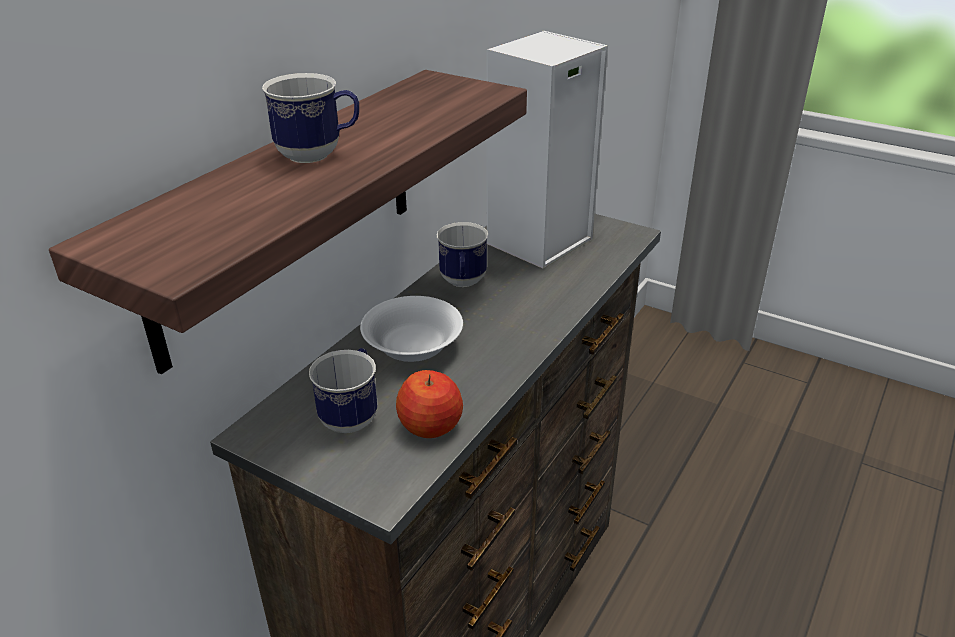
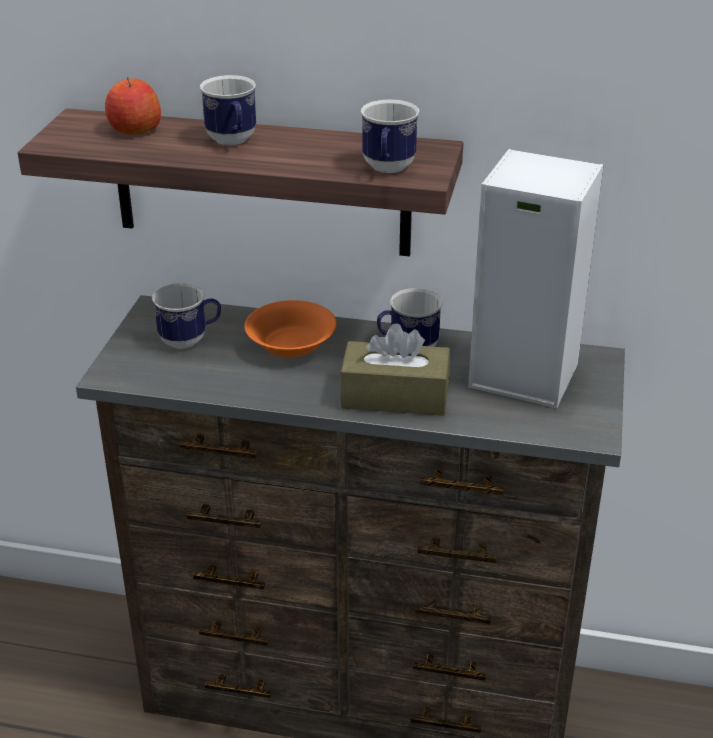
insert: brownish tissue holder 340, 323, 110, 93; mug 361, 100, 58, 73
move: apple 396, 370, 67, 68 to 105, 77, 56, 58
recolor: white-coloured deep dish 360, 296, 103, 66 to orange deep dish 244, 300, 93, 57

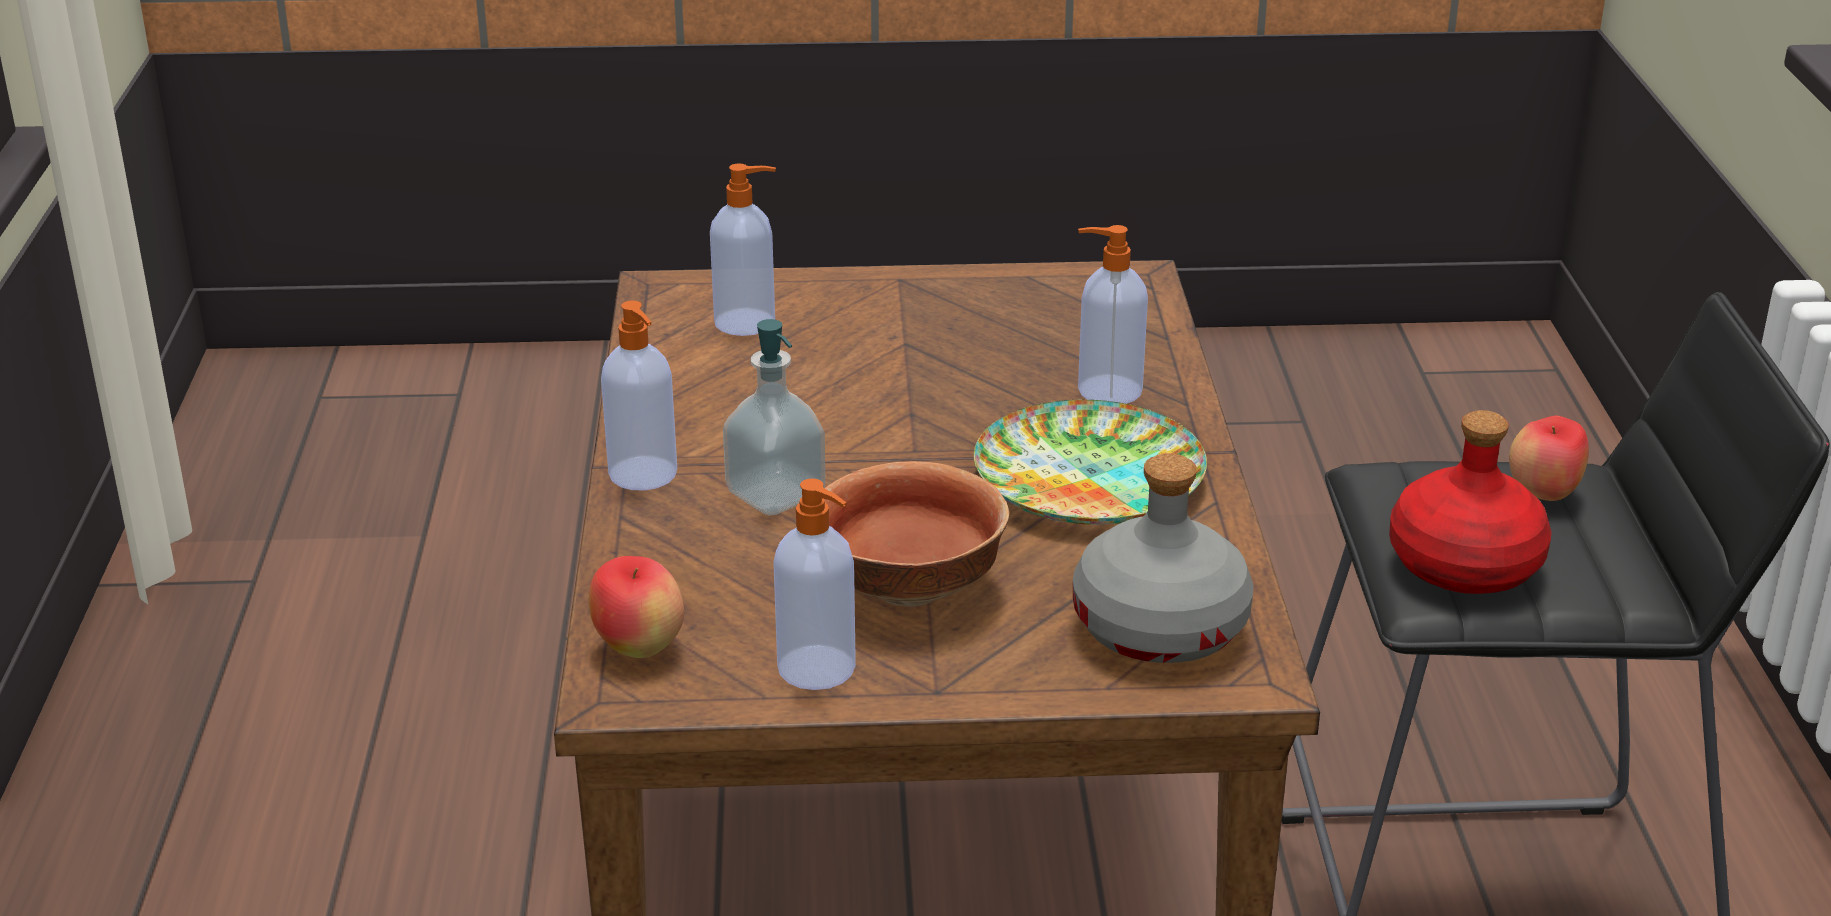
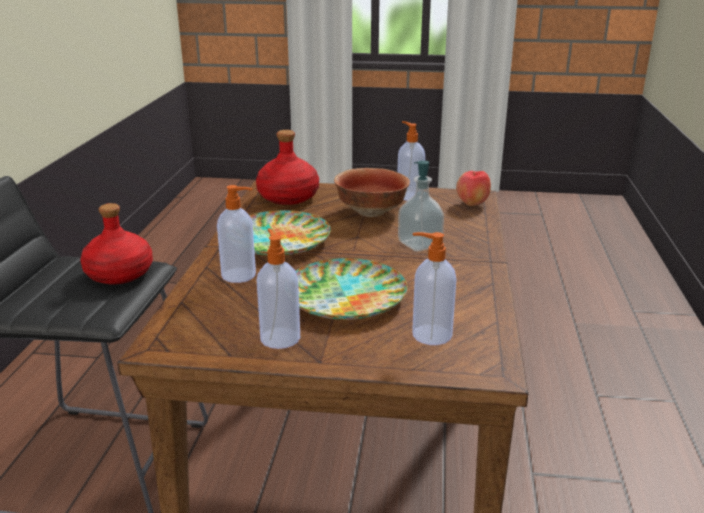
delete: apple 1509, 416, 80, 85
insert: plate 296, 258, 111, 62
move: soap dispenser 601, 301, 76, 190 to 256, 228, 44, 121
recolor: gray bottle 1073, 453, 180, 210 to reddish bottle 256, 130, 63, 75

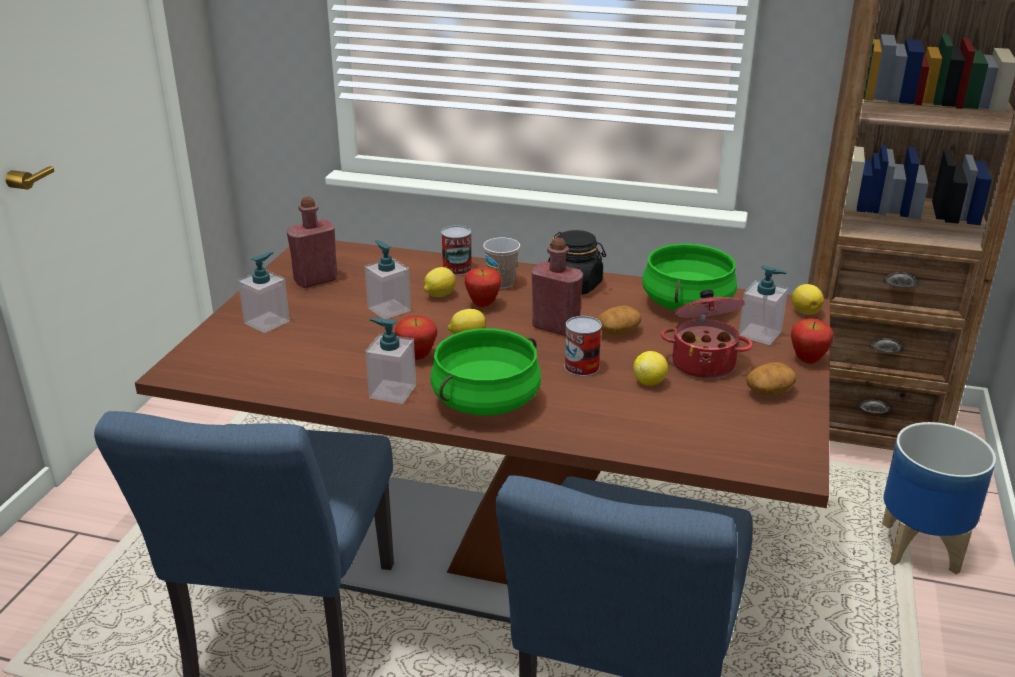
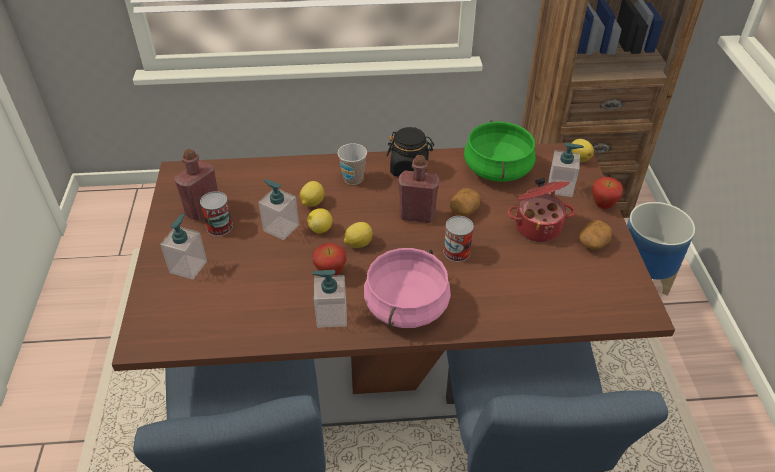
delete: apple 465, 267, 36, 40
move: metal can 441, 226, 31, 50 to 200, 191, 33, 45; lemon 633, 351, 35, 35 to 307, 208, 25, 25
recolor: green-coloured cooking pot 430, 328, 111, 88 to pinkish cooking pot 364, 248, 87, 80

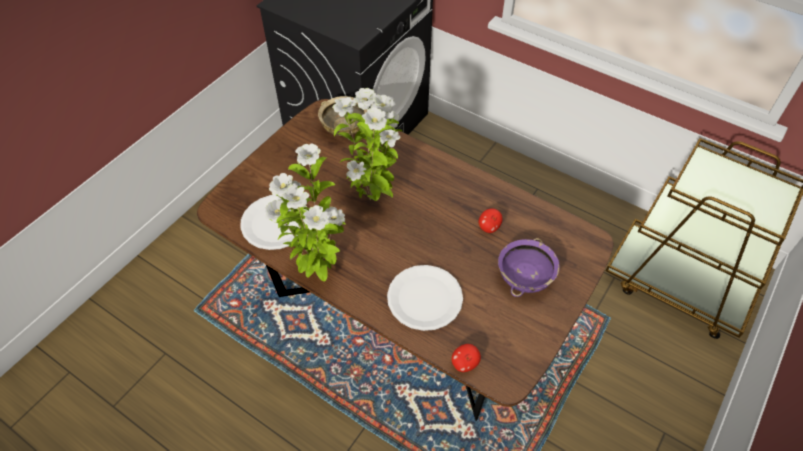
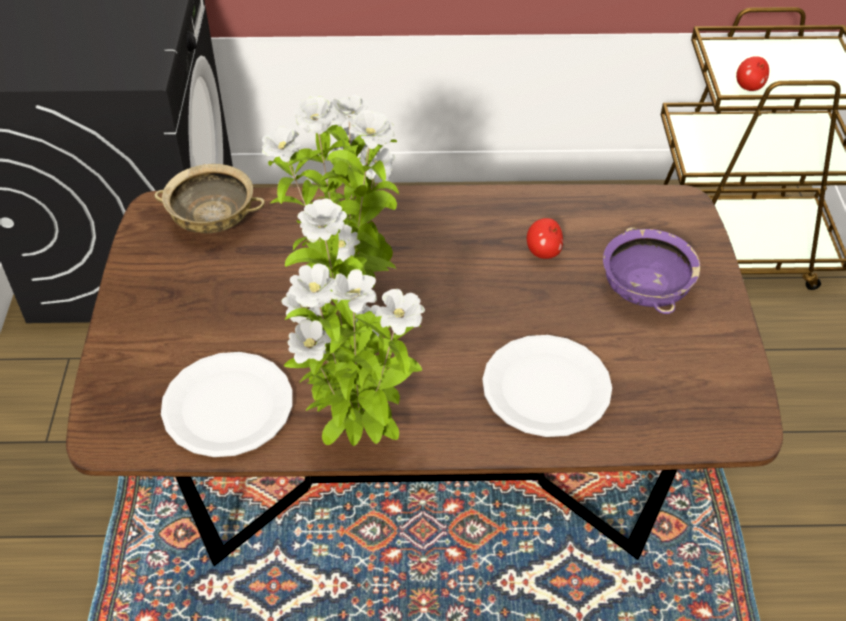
move: apple 451, 344, 30, 28 to 736, 56, 33, 35

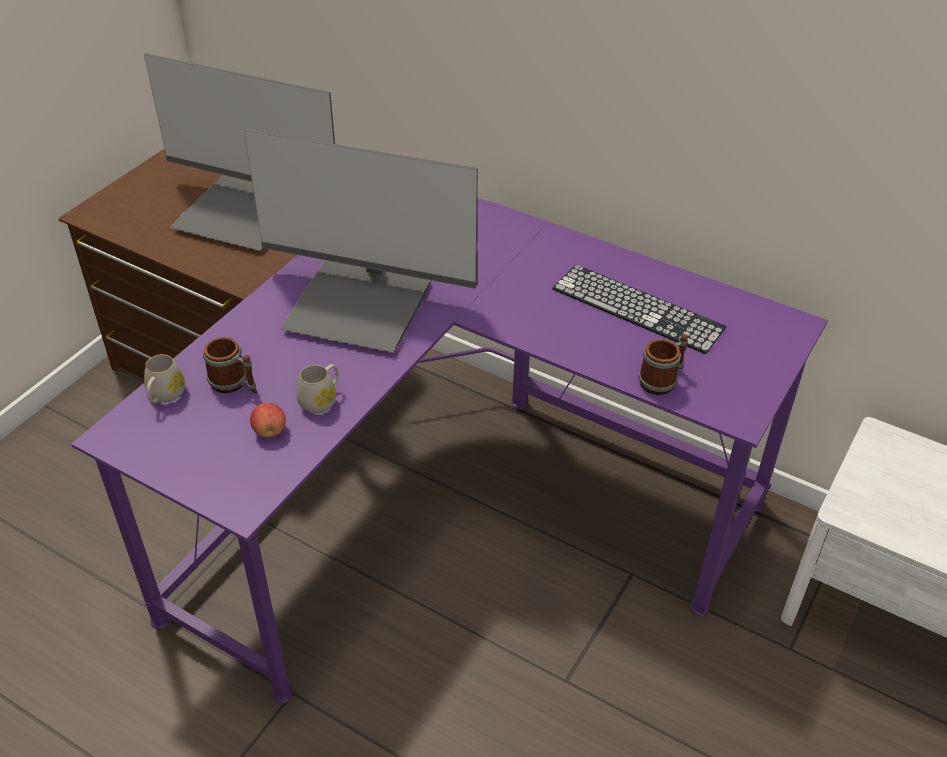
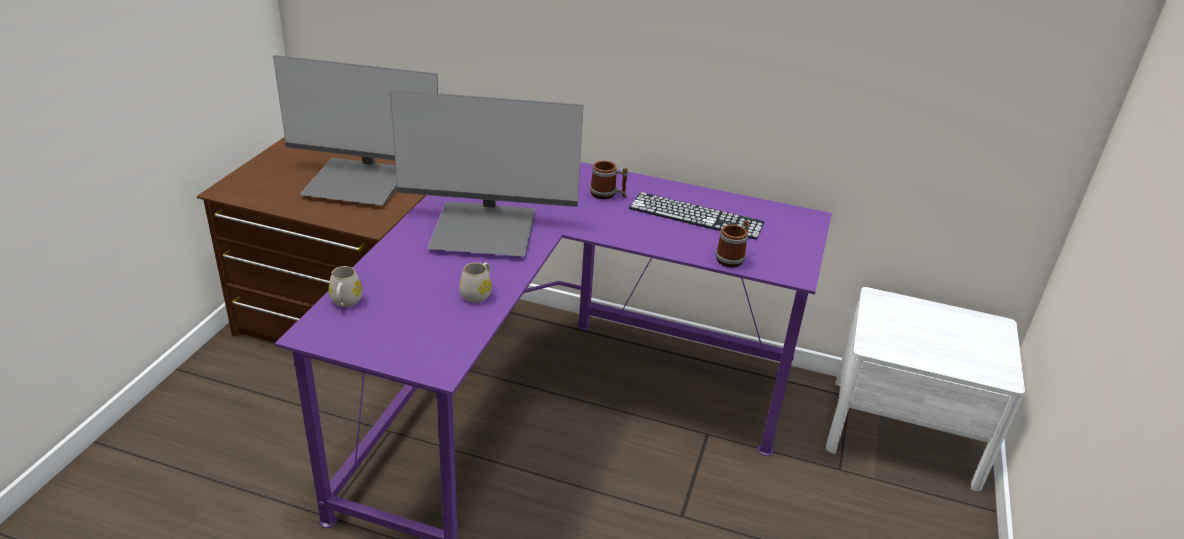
delete: apple 250, 403, 36, 35
move: mug 203, 337, 54, 56 to 590, 161, 38, 38

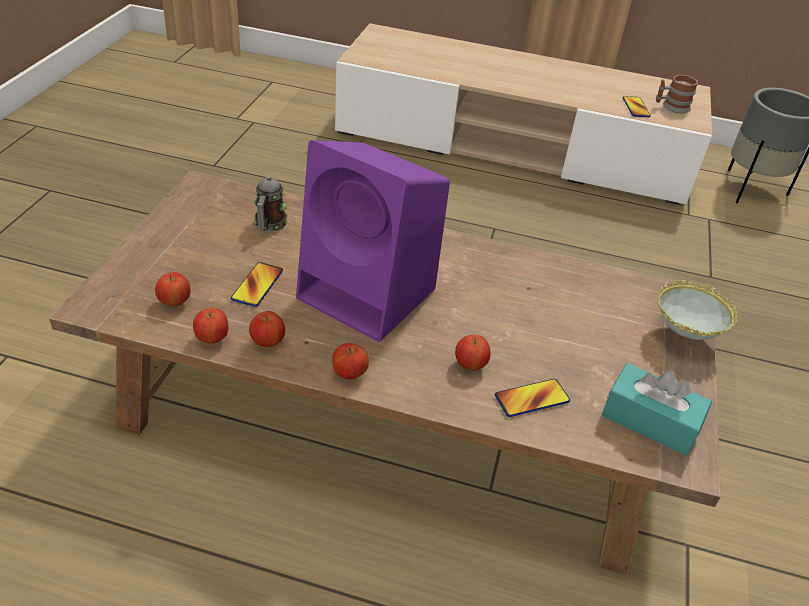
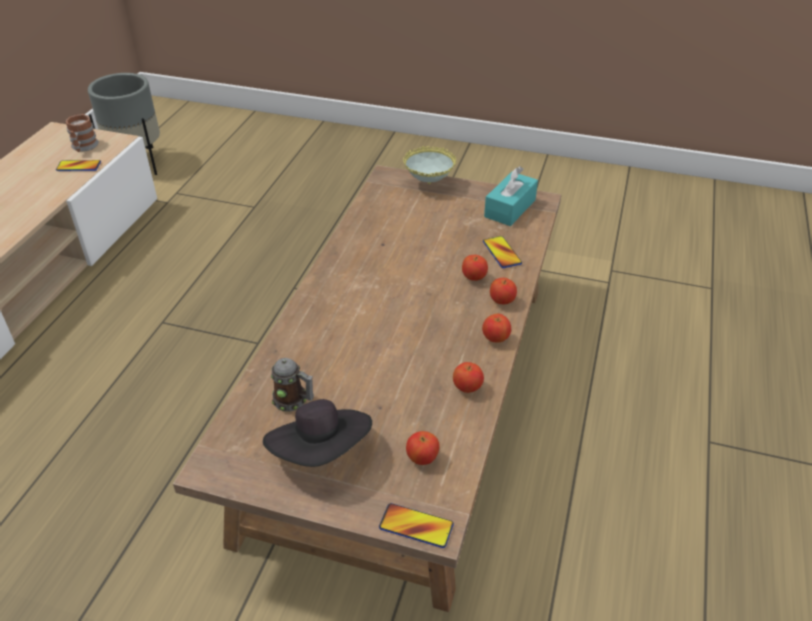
delete: purple-coloured loudspeaker 296, 140, 154, 202
insert: black-coloured hat 263, 399, 109, 68
move: apple 193, 308, 35, 36 to 490, 278, 27, 26; telephone 231, 262, 52, 45 to 379, 503, 75, 45

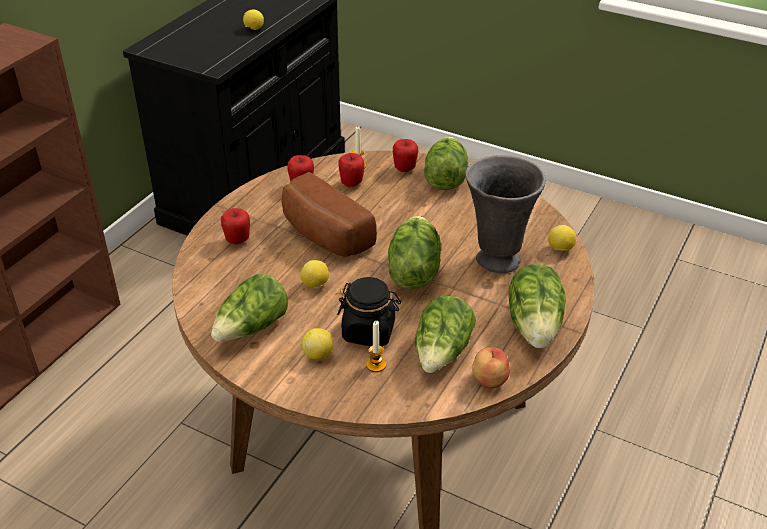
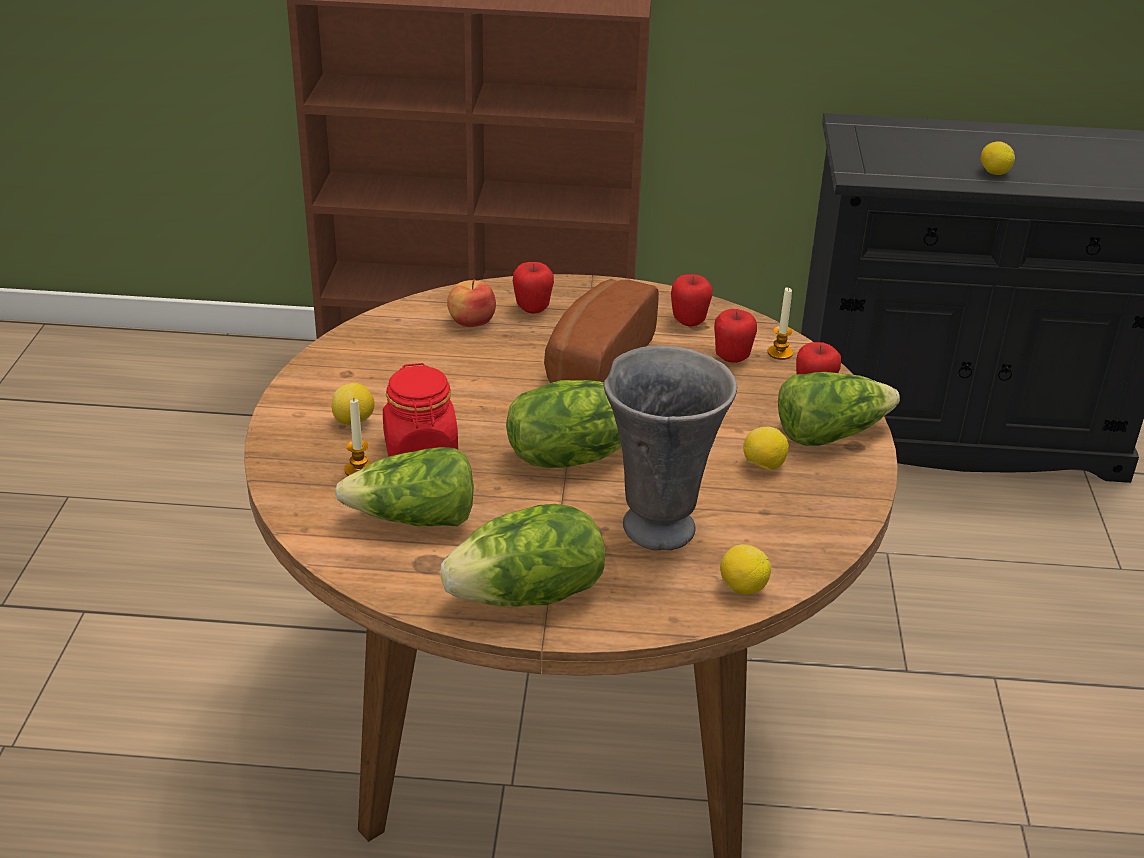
delete: head of lettuce 211, 274, 77, 68
move: lemon 300, 260, 29, 28 to 743, 427, 46, 43; apple 472, 347, 38, 42 to 447, 280, 49, 47
recolor: black-coloured jar 337, 277, 64, 70 to reddish jar 383, 363, 75, 94

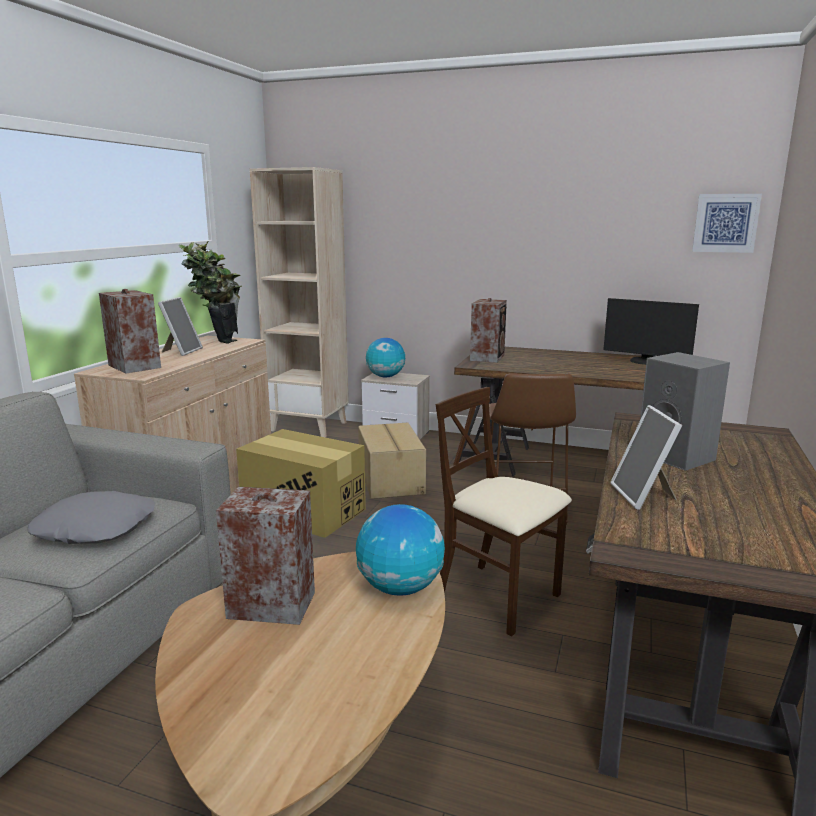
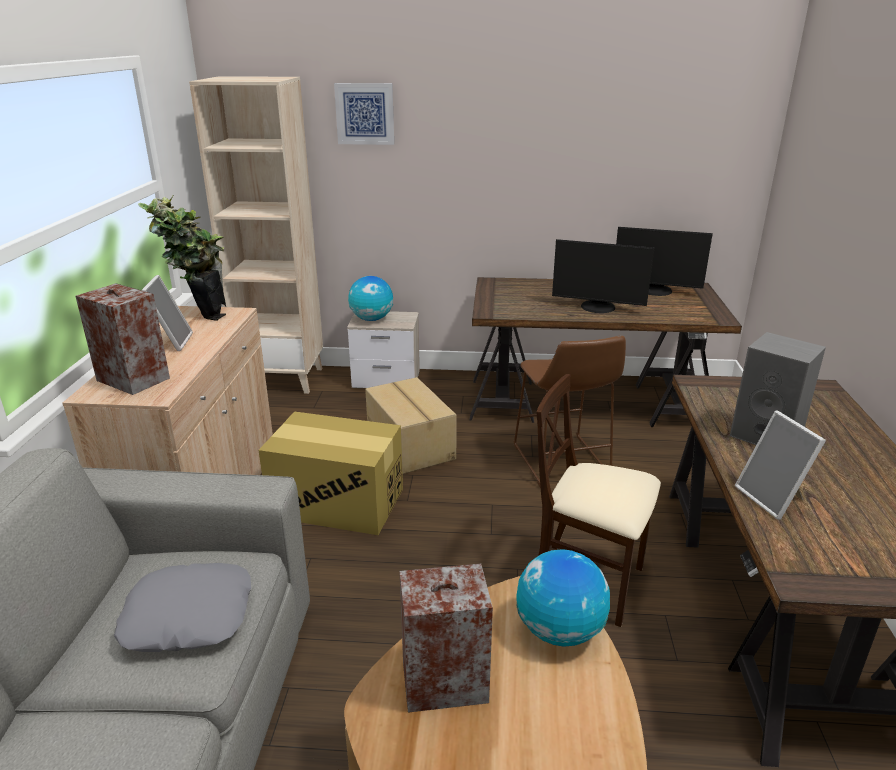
delete: loudspeaker 470, 298, 37, 65
insert: computer display 552, 239, 102, 74
move: wall art 692, 194, 70, 59 to 334, 83, 60, 62

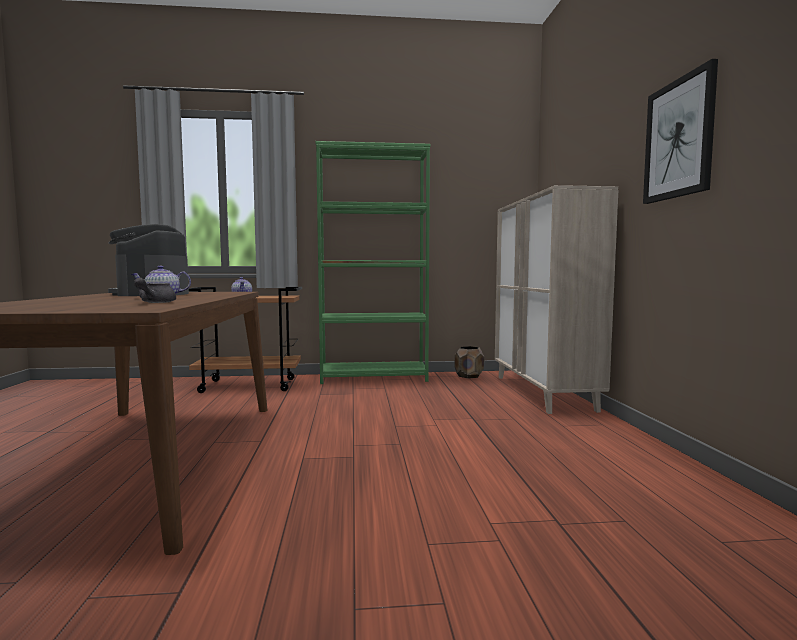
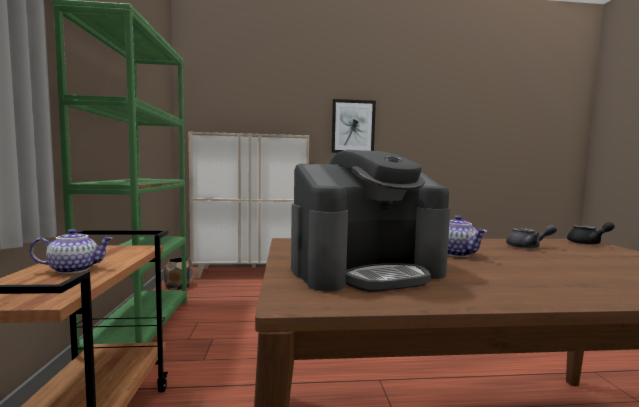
insert: black-coloured teapot 567, 222, 48, 23

